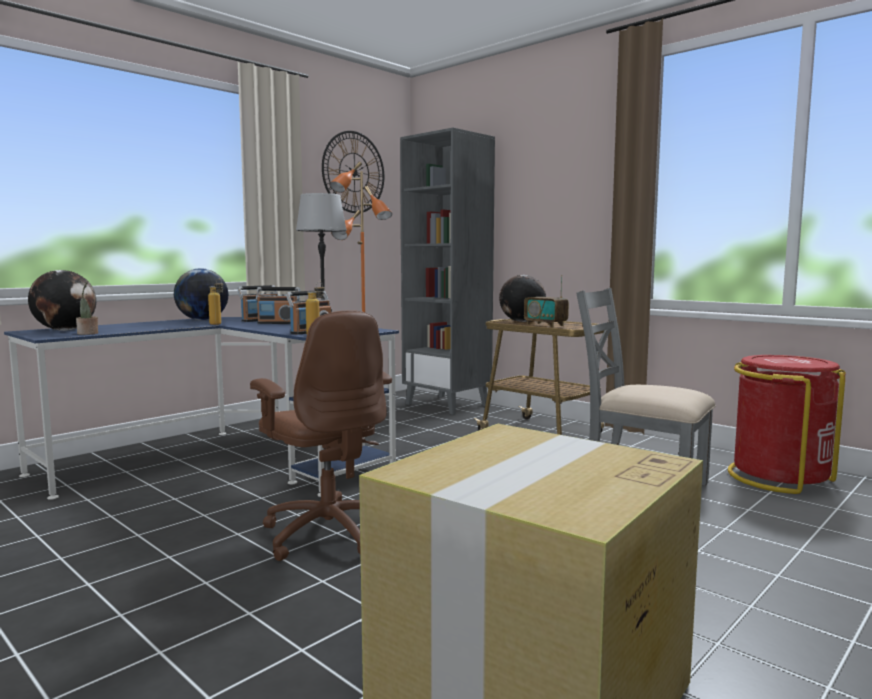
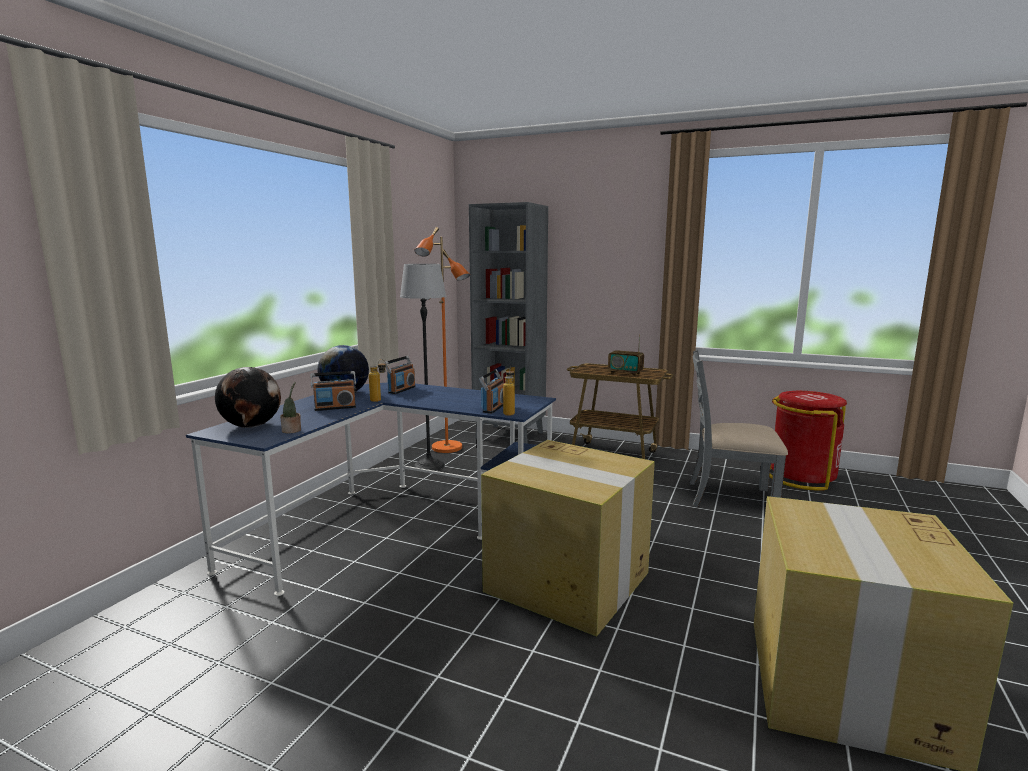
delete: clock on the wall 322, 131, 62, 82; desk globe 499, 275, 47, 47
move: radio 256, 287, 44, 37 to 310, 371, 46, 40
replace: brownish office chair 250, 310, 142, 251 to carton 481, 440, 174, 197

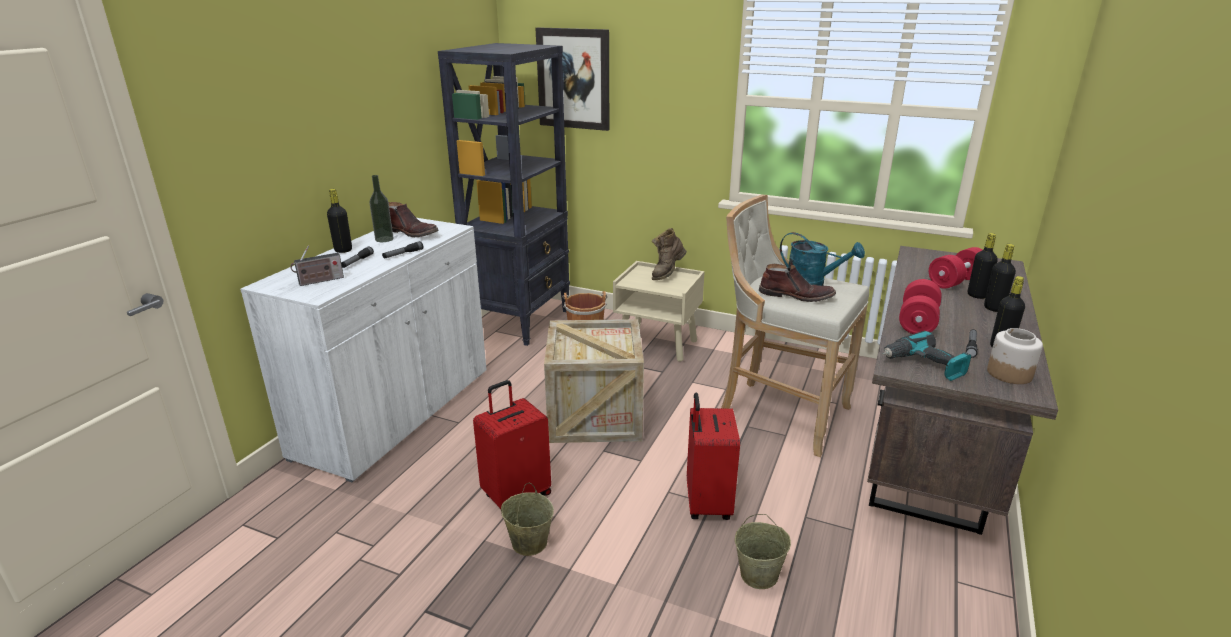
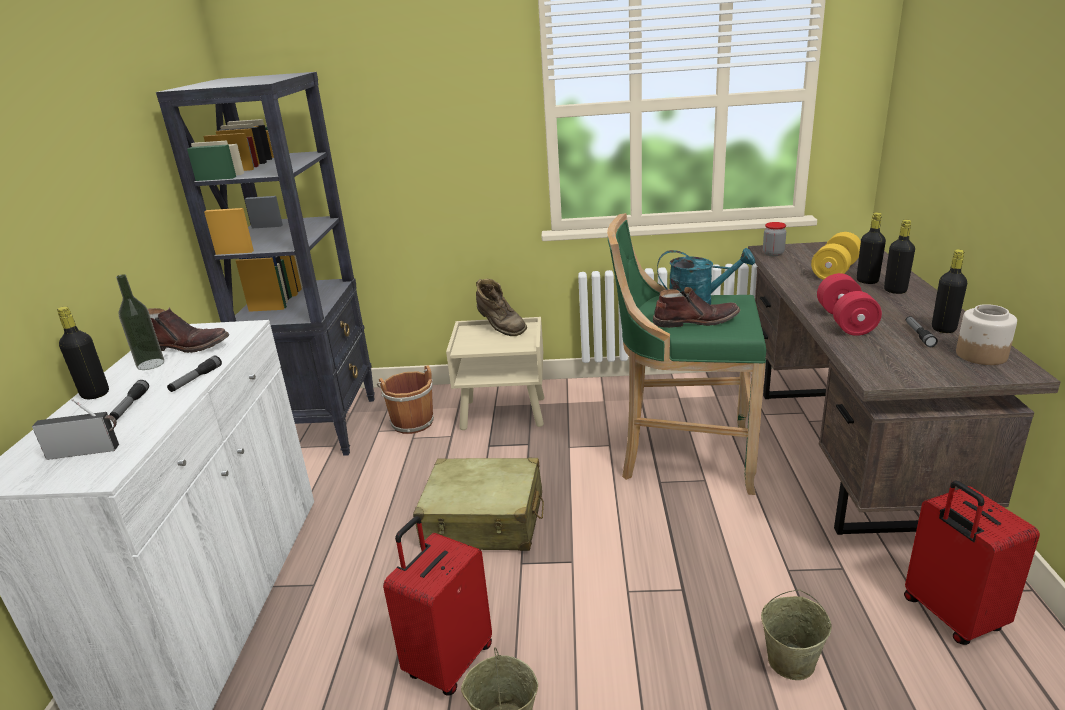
delete: wall art 535, 27, 74, 104; power drill 882, 331, 89, 50
insert: jar 763, 222, 23, 34
move: reddish piece of luggage 687, 393, 53, 127 to 904, 481, 136, 164
replace: shipping crate 544, 319, 100, 124 to sand-coloured piece of luggage 413, 458, 131, 93
recolor: sand-coloured stool seat 721, 195, 148, 262 to green-coloured stool seat 607, 213, 159, 282; reddish free weight 929, 247, 53, 42 to yellow-coloured free weight 811, 232, 50, 48
rotate: radio 290, 246, 54, 40 = 32, 398, 87, 62 135 degrees counterclockwise; brownish high-top boot 652, 228, 35, 52 = 476, 279, 51, 57 60 degrees counterclockwise

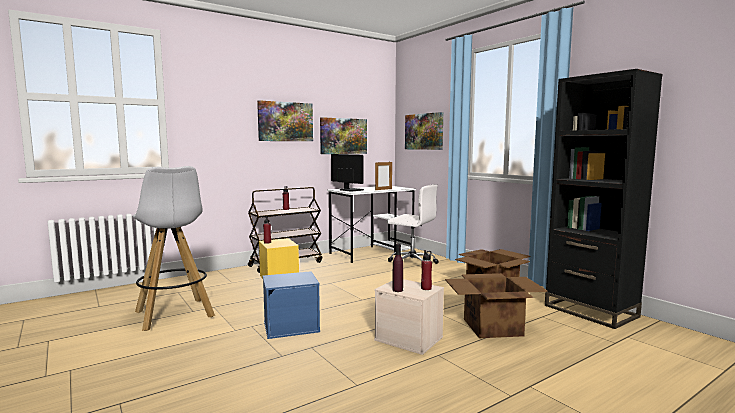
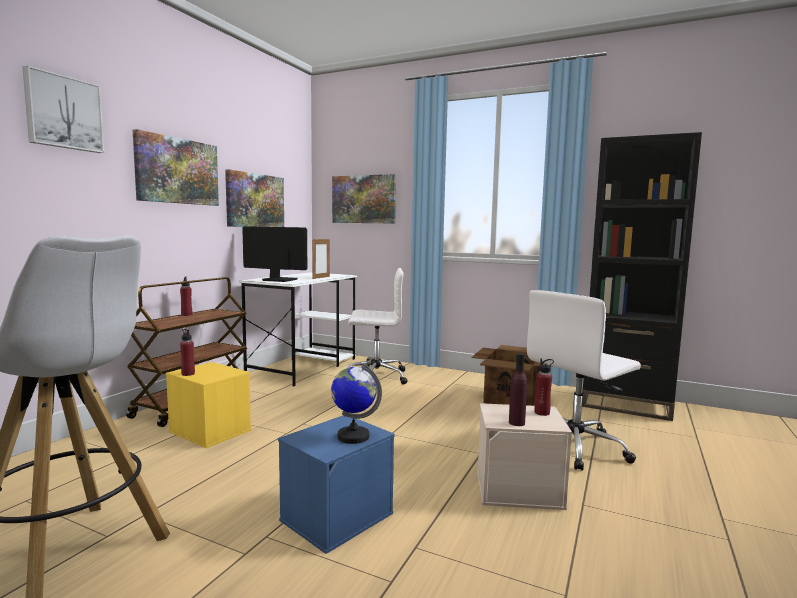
insert: wall art 23, 65, 81, 88; desk globe 331, 363, 51, 81
replace: carton 445, 273, 102, 65 to white-coloured office chair 527, 290, 114, 181

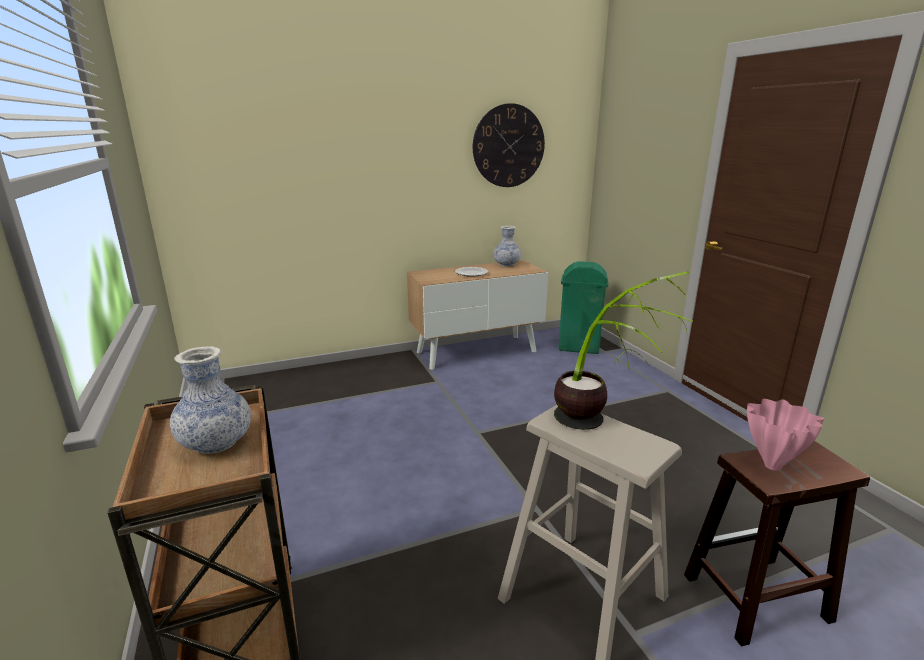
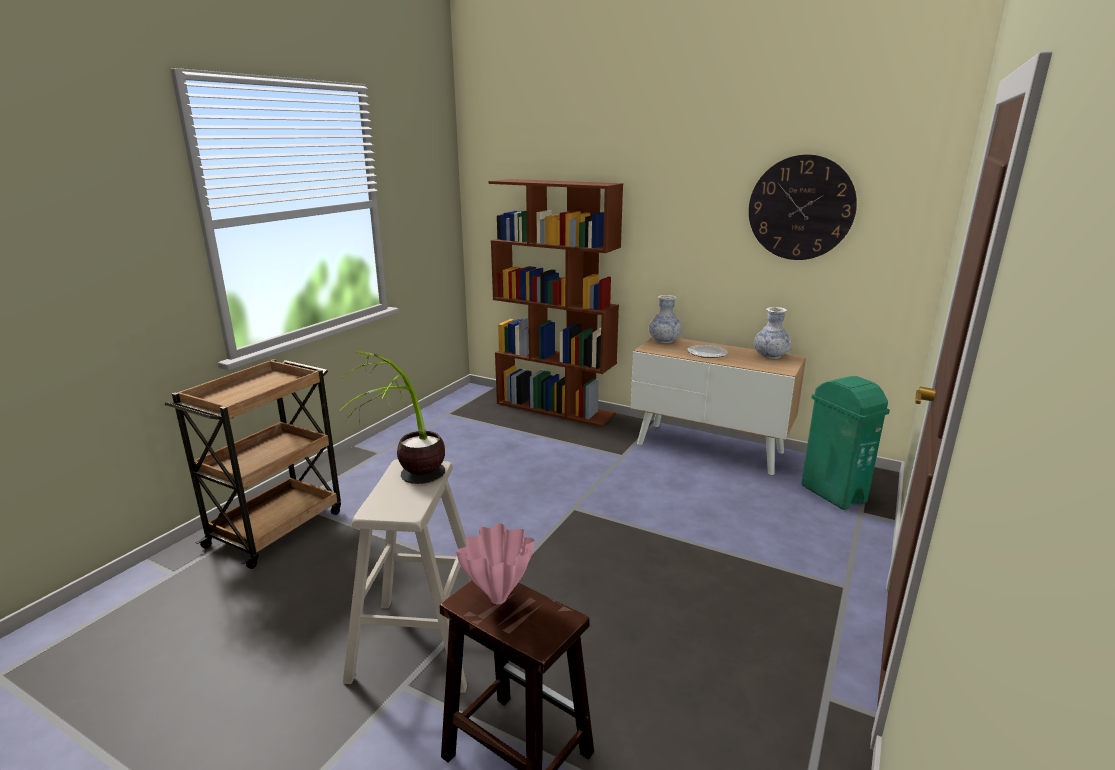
insert: brownish bookshelf 488, 179, 135, 248
move: decorative vase 170, 346, 81, 108 to 649, 295, 33, 48

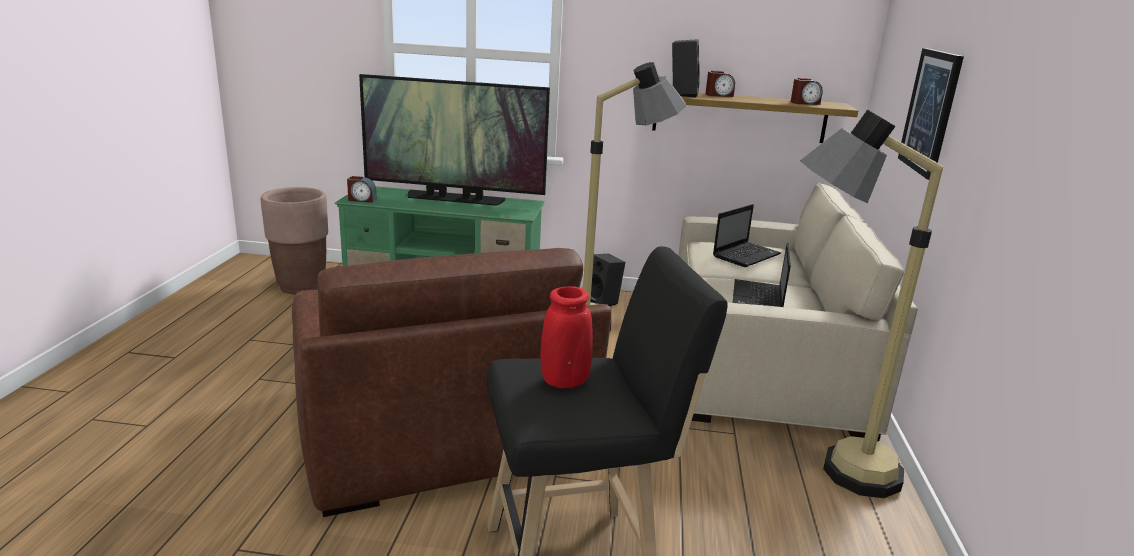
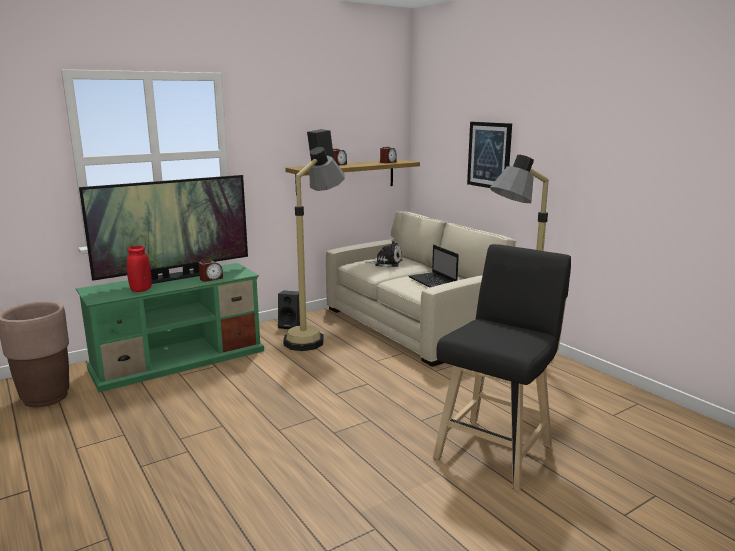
delete: brownish armchair 292, 248, 319, 269
move: alarm clock 347, 176, 29, 27 to 199, 260, 24, 22; reddish decorative vase 541, 286, 52, 102 to 127, 246, 25, 46
replace: laptop 713, 204, 68, 63 to soft toy 366, 241, 36, 27

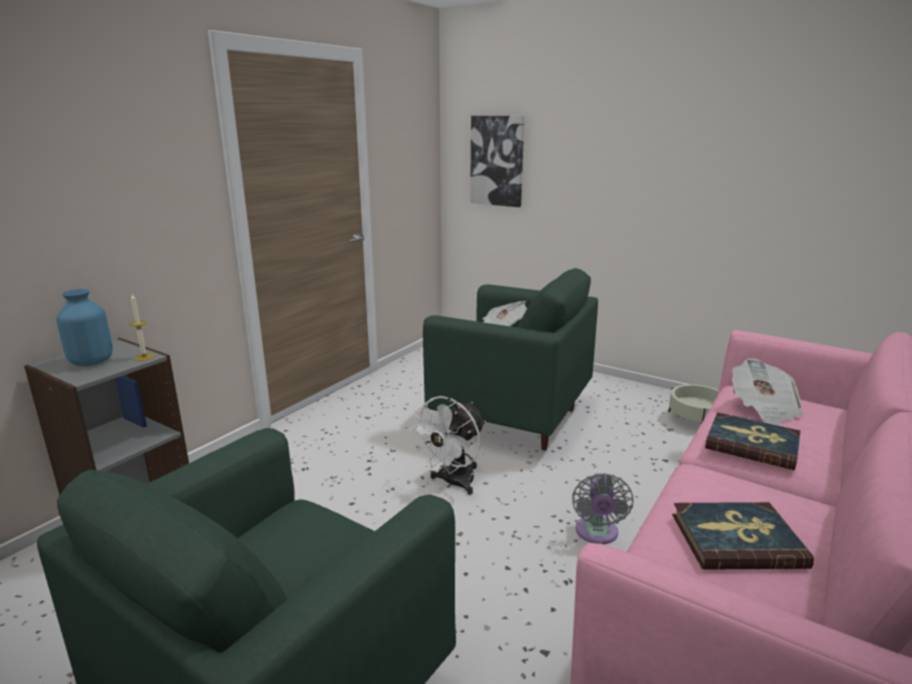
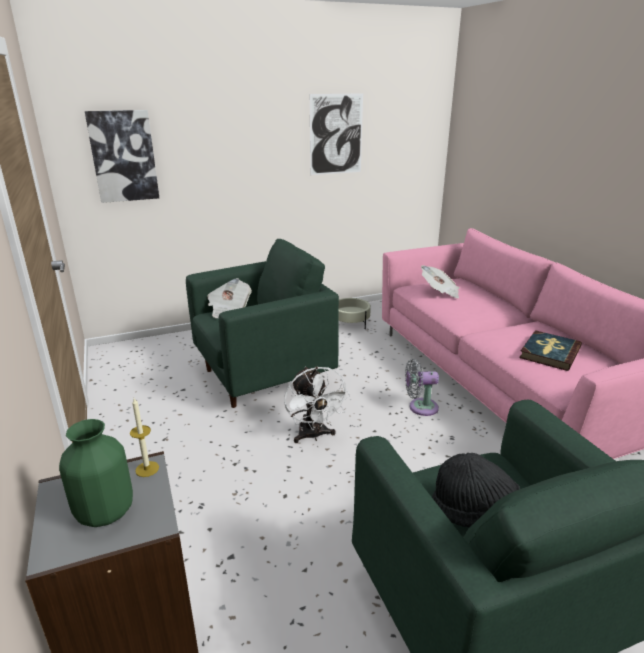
delete: volume 705, 412, 95, 59
insert: wall art 310, 93, 53, 82; black-coloured hat 432, 453, 88, 74
recolor: blue-coloured decorative vase 56, 289, 57, 77 to green-coloured decorative vase 59, 419, 74, 108
rotate: gray fan 572, 473, 61, 71 = 405, 359, 34, 57 135 degrees clockwise

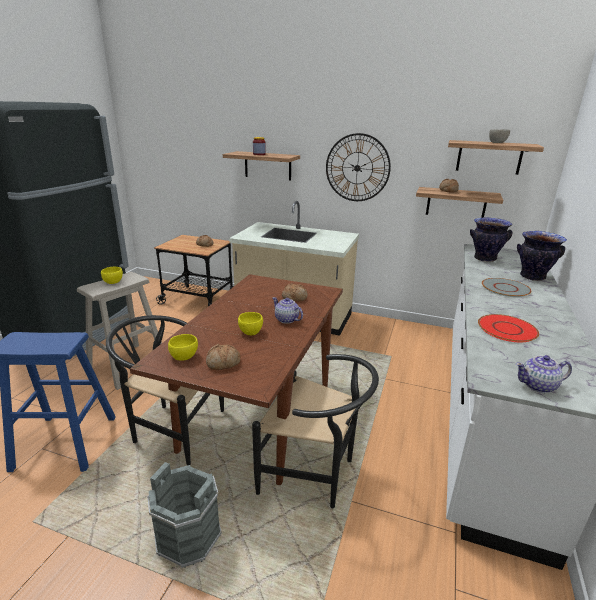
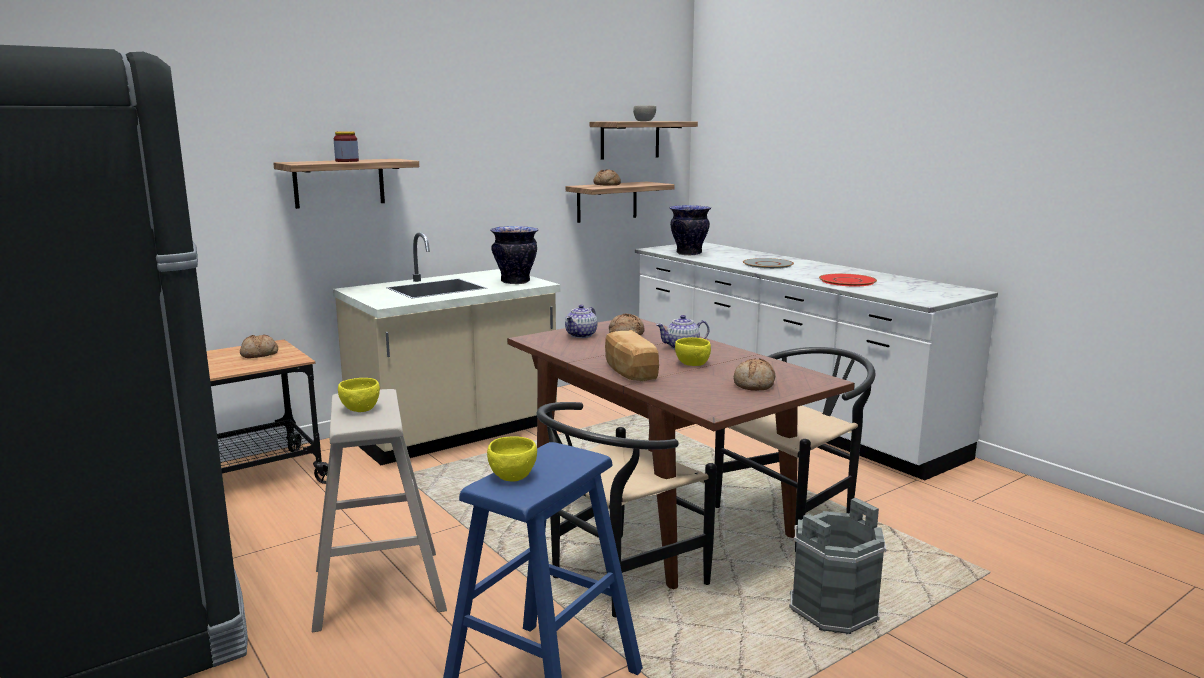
delete: clock on the wall 326, 133, 65, 68
insert: bakery bread 605, 330, 54, 51
move: yellow-coloured deep dish 168, 334, 30, 27 to 487, 437, 50, 44; teapot 516, 355, 56, 38 to 565, 305, 32, 33; decorative vase 517, 231, 50, 50 to 490, 226, 48, 58

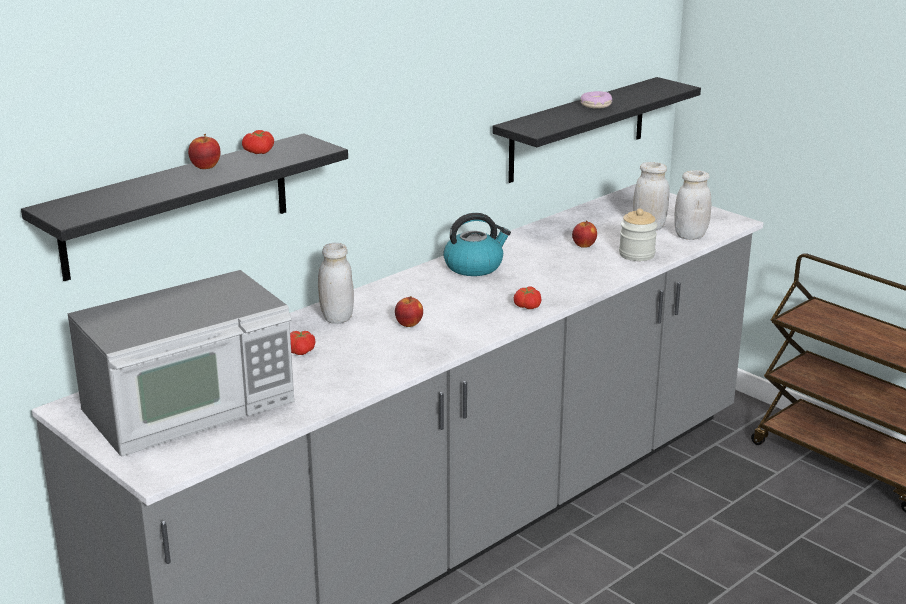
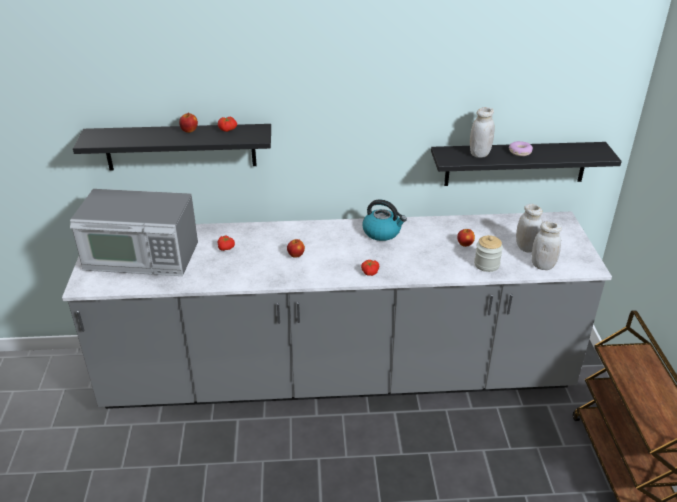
move: white-coloured jar 318, 243, 36, 81 to 470, 107, 25, 51

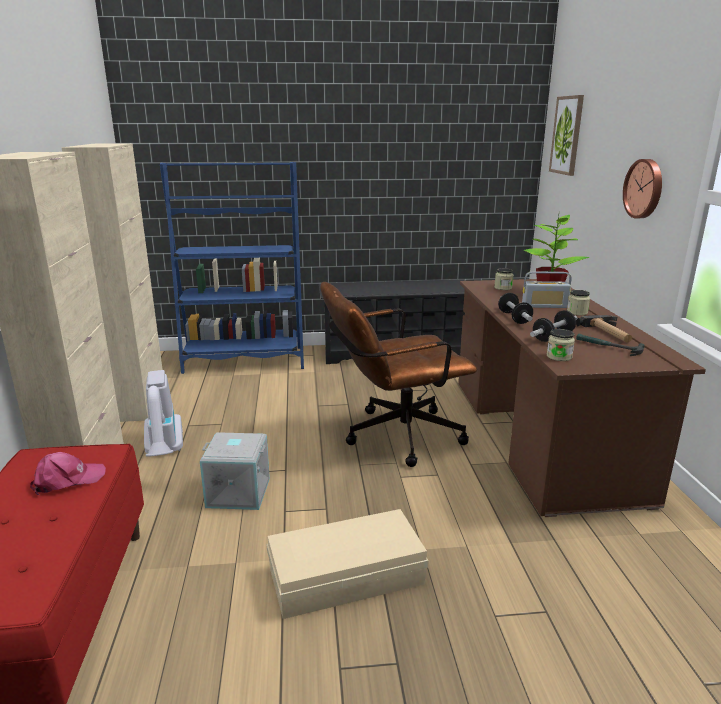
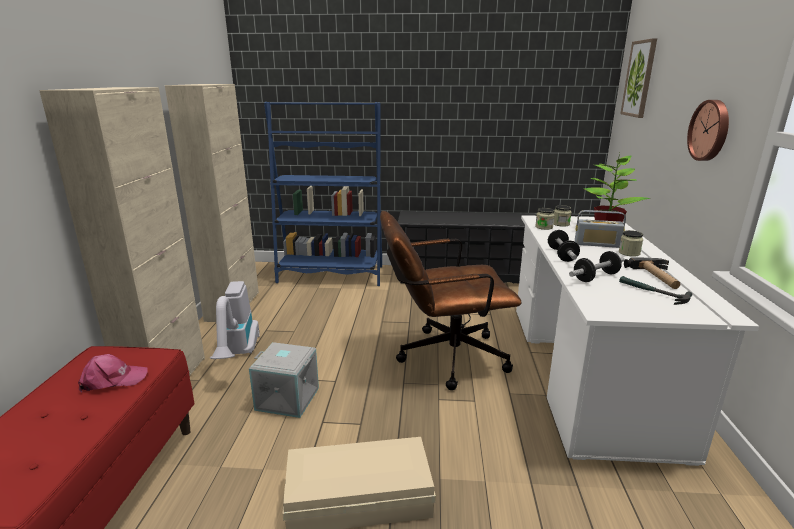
move: jar 547, 329, 28, 32 to 535, 208, 20, 22
recolor: brownish desk table 458, 279, 248, 238 to white-coloured desk table 516, 215, 243, 251

